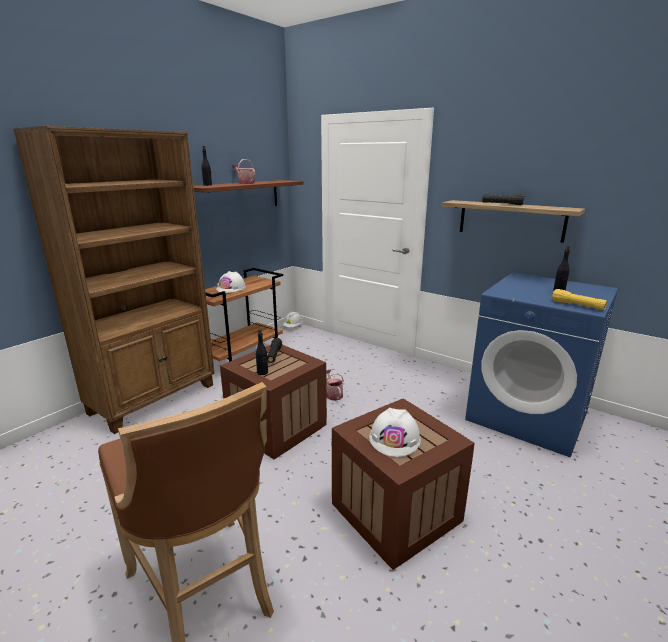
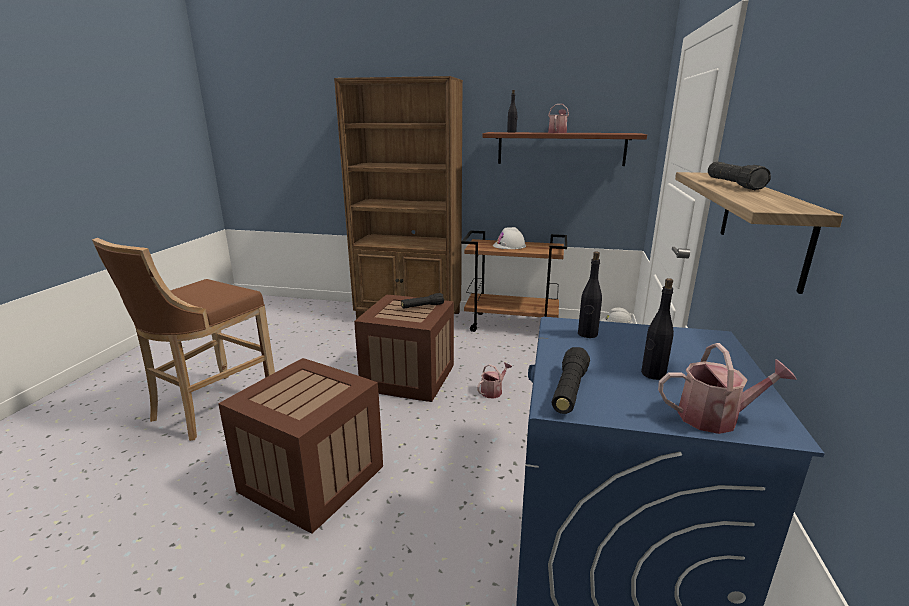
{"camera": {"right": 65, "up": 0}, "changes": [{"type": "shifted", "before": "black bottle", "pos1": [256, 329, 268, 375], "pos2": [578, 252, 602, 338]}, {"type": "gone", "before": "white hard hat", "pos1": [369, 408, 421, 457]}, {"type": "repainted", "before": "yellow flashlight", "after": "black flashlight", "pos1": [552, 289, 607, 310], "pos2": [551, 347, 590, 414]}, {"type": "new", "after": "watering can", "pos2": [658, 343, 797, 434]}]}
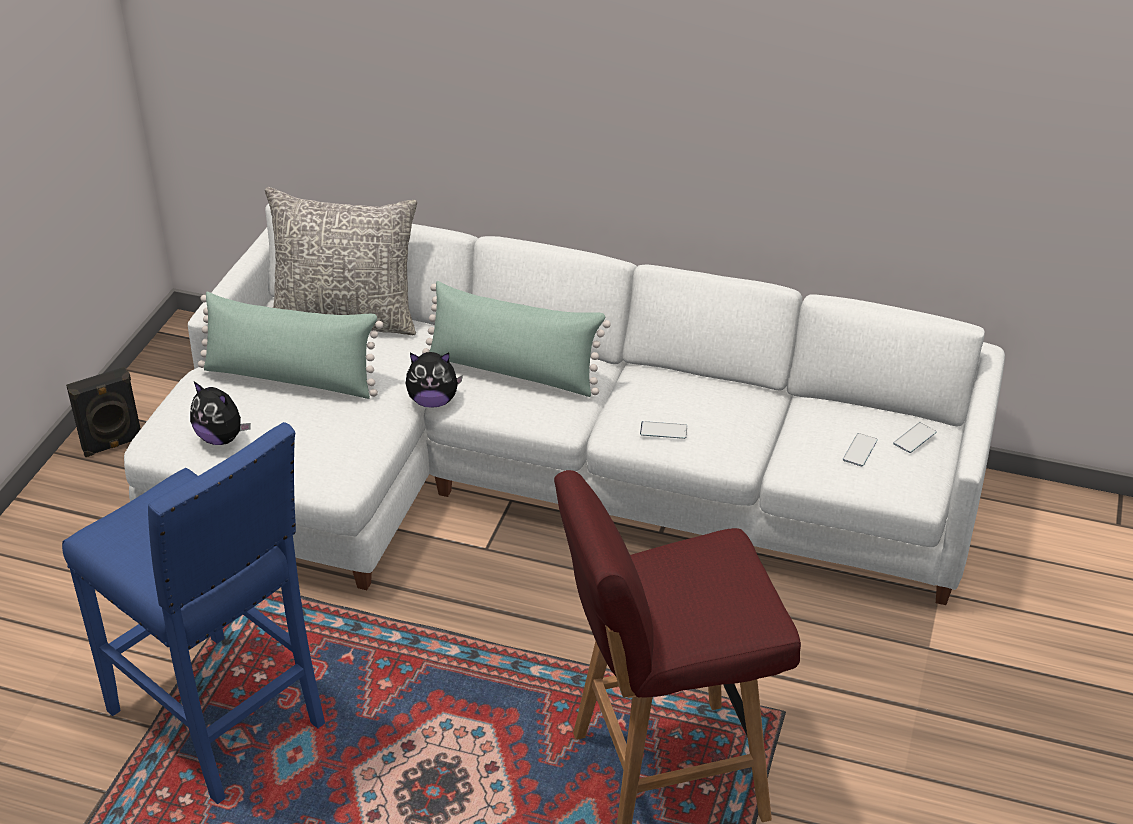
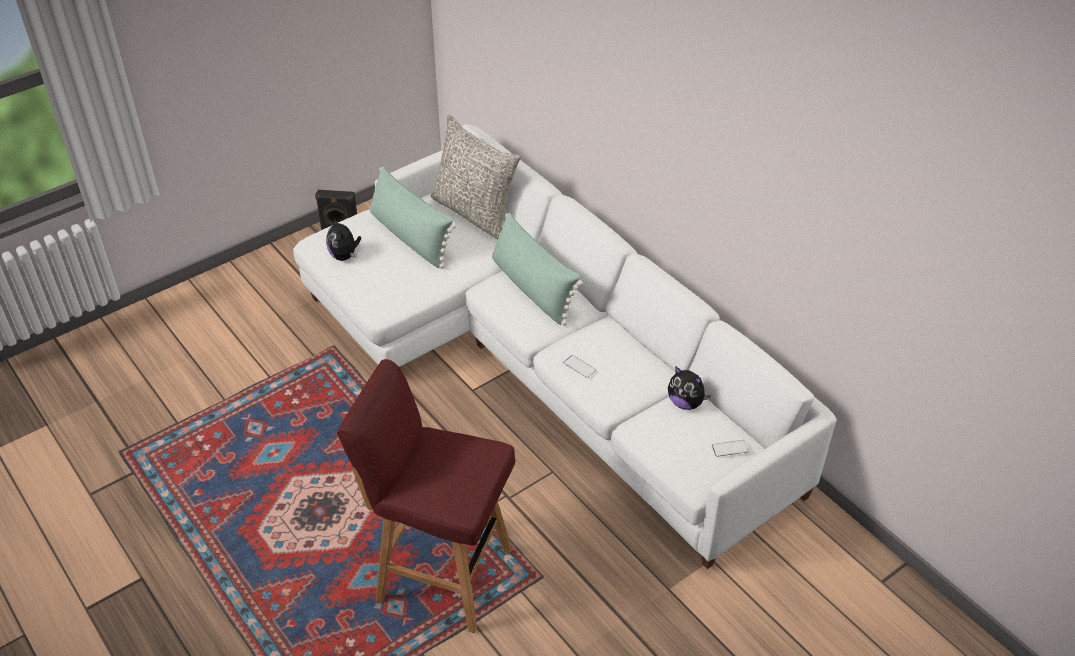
{"camera": {"right": 35, "up": 5}, "changes": [{"type": "gone", "before": "blue stool", "pos1": [62, 422, 325, 804]}, {"type": "shifted", "before": "plush toy", "pos1": [406, 352, 463, 408], "pos2": [668, 366, 711, 410]}, {"type": "gone", "before": "phone", "pos1": [843, 433, 878, 466]}]}
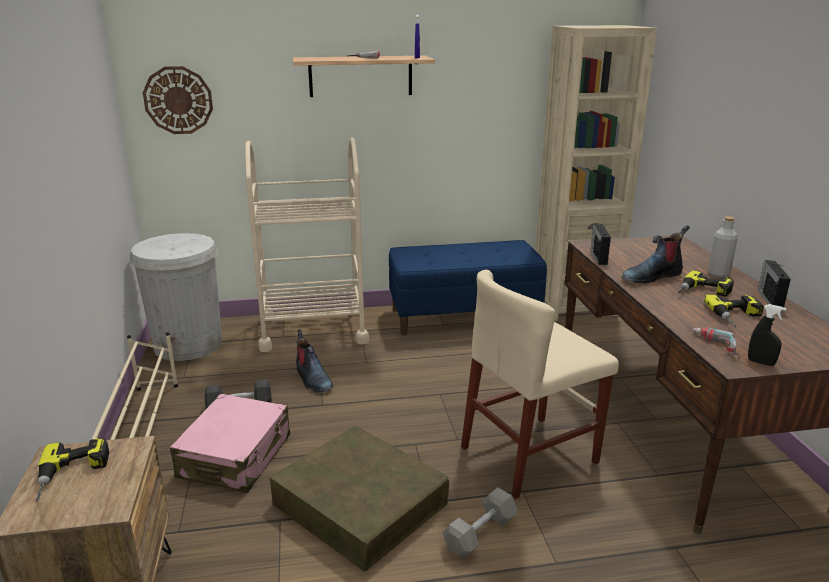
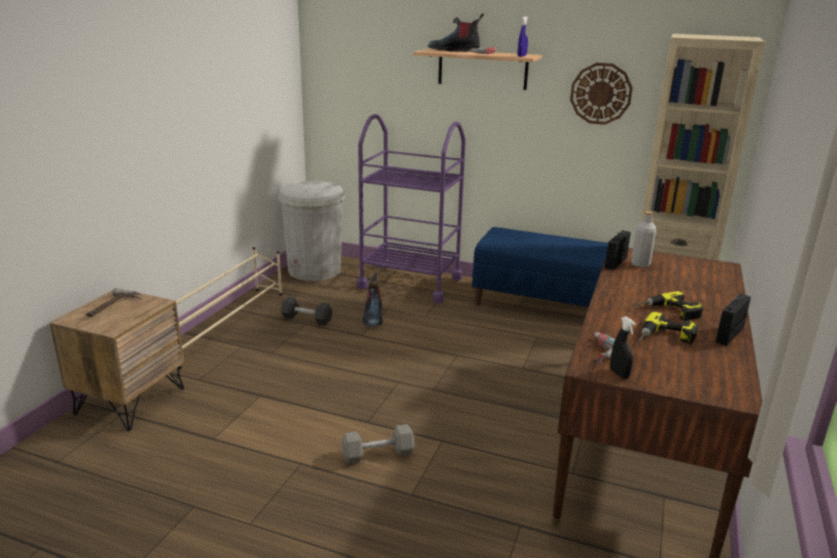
{"camera": {"right": 30, "up": 0}, "changes": [{"type": "swapped", "before": "power drill", "after": "hammer", "pos1": [36, 438, 109, 502], "pos2": [86, 288, 142, 317]}, {"type": "shifted", "before": "wall clock", "pos1": [143, 66, 213, 134], "pos2": [570, 63, 633, 125]}, {"type": "gone", "before": "pink suitcase", "pos1": [170, 394, 290, 493]}, {"type": "repainted", "before": "beige cart", "after": "purple cart", "pos1": [245, 138, 369, 352], "pos2": [357, 114, 466, 303]}, {"type": "gone", "before": "brown storage box", "pos1": [270, 425, 449, 572]}, {"type": "gone", "before": "beige chair", "pos1": [461, 269, 619, 499]}, {"type": "shifted", "before": "boot", "pos1": [622, 225, 690, 284], "pos2": [428, 14, 484, 52]}, {"type": "shifted", "before": "grey bottle", "pos1": [708, 216, 738, 277], "pos2": [631, 211, 657, 268]}]}
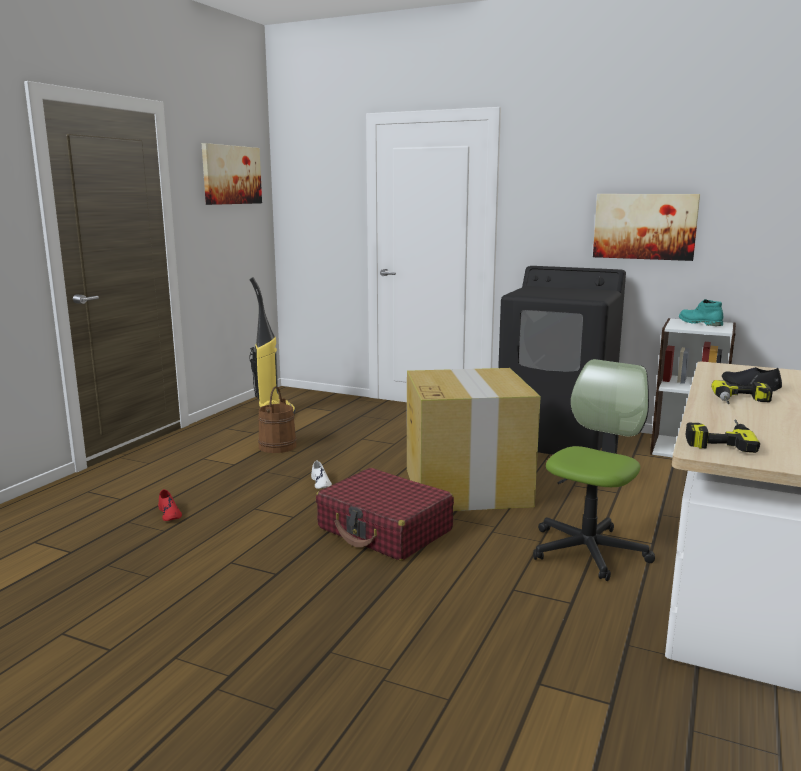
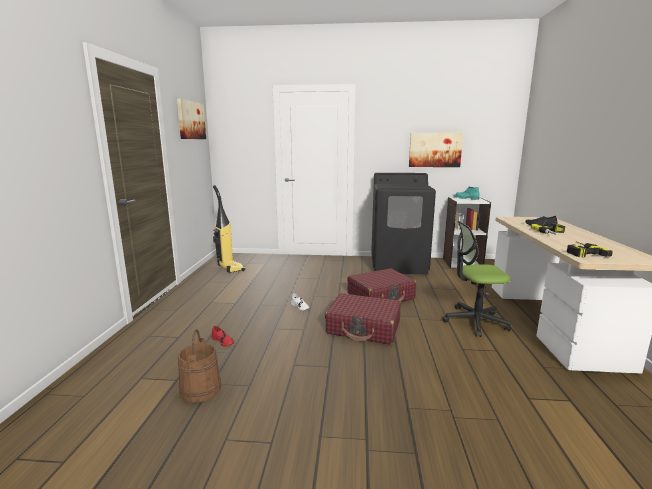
{"camera": {"right": -20, "up": 0}, "changes": [{"type": "shifted", "before": "brown bucket", "pos1": [258, 387, 297, 453], "pos2": [178, 329, 221, 402]}, {"type": "swapped", "before": "cardboard box", "after": "red suitcase", "pos1": [407, 368, 541, 511], "pos2": [347, 269, 416, 302]}, {"type": "rotated", "before": "office chair", "pos1": [533, 359, 655, 581], "pos2": [442, 220, 511, 337], "turn": -105}]}
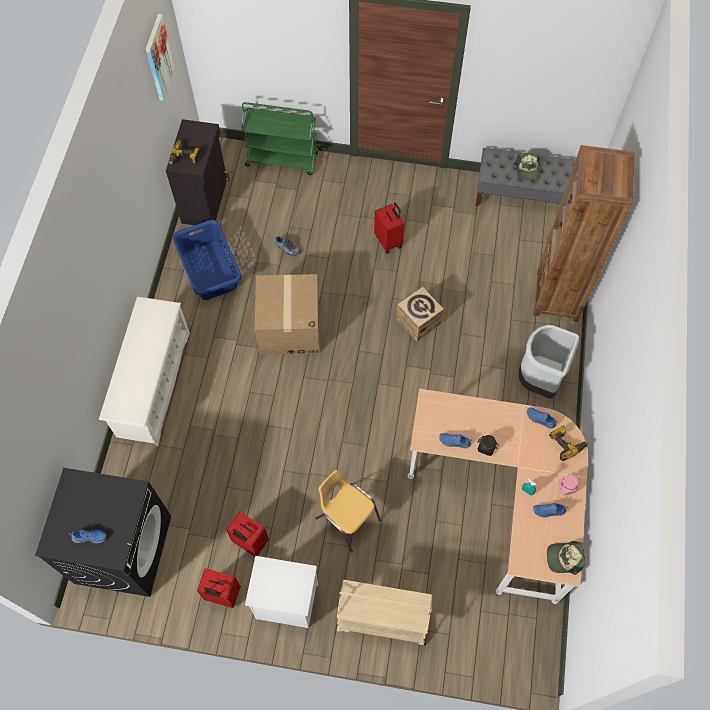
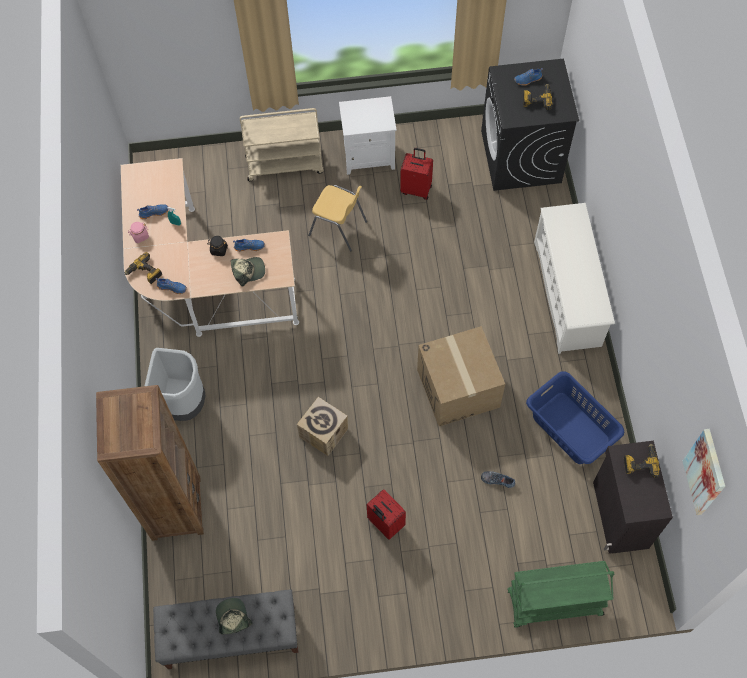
{"camera": {"right": 165, "up": 0}, "changes": [{"type": "gone", "before": "red suitcase", "pos1": [197, 568, 241, 608]}, {"type": "shifted", "before": "cap", "pos1": [547, 541, 585, 575], "pos2": [231, 257, 265, 287]}, {"type": "new", "after": "power drill", "pos2": [523, 84, 553, 111]}]}
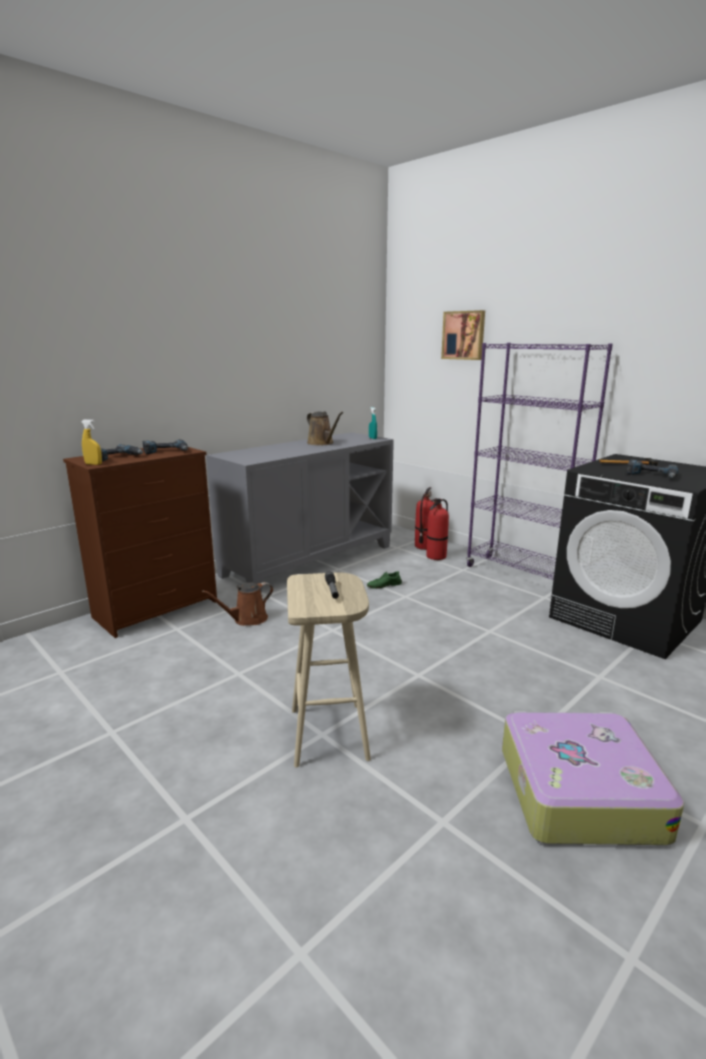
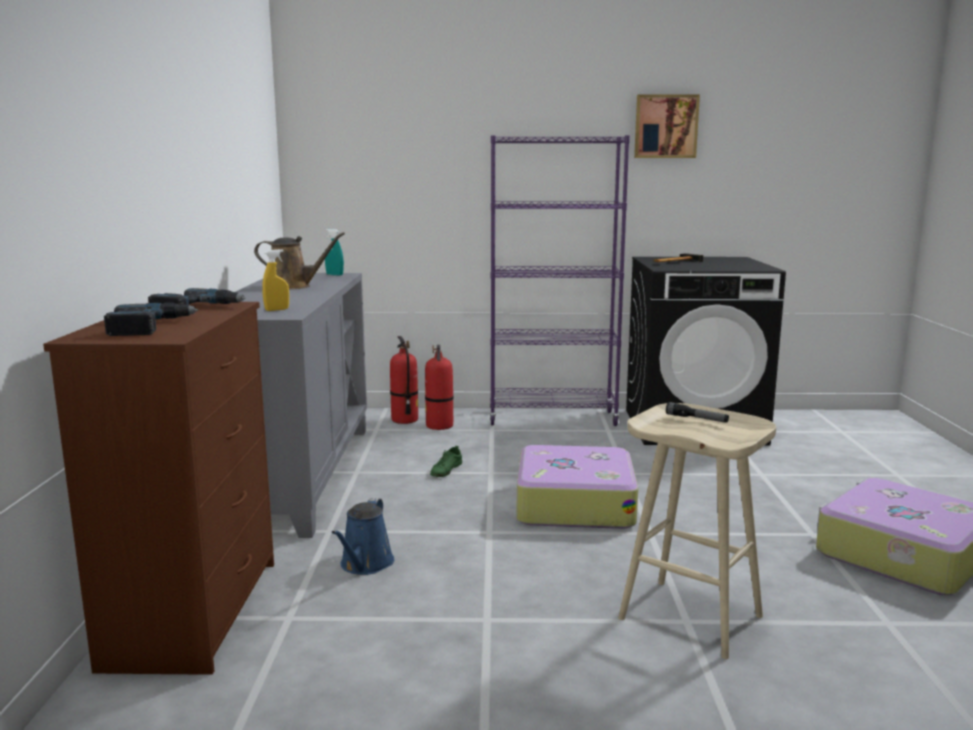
{"camera": {"right": -45, "up": -5}, "changes": [{"type": "shifted", "before": "yellow spray bottle", "pos1": [81, 419, 102, 465], "pos2": [262, 249, 289, 311]}, {"type": "repainted", "before": "brown watering can", "after": "blue watering can", "pos1": [202, 582, 273, 626], "pos2": [332, 498, 394, 575]}, {"type": "shifted", "before": "picture", "pos1": [441, 310, 485, 360], "pos2": [634, 94, 700, 158]}, {"type": "gone", "before": "power drill", "pos1": [627, 459, 678, 478]}, {"type": "new", "after": "suitcase", "pos2": [516, 445, 638, 529]}]}
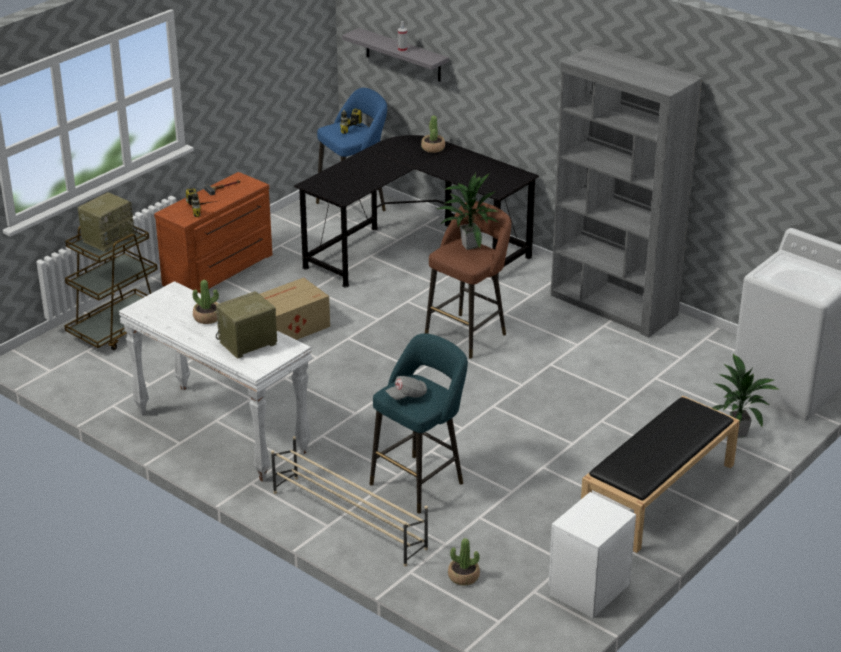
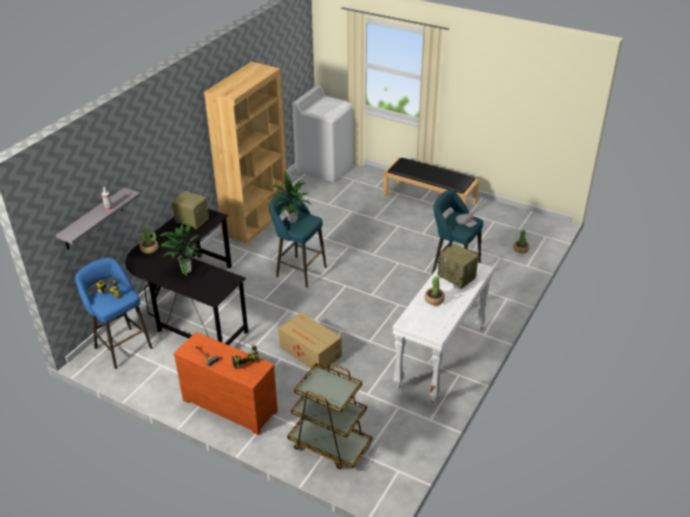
{"camera": {"right": -100, "up": 5}, "changes": [{"type": "shifted", "before": "radio", "pos1": [78, 192, 137, 252], "pos2": [172, 191, 209, 229]}, {"type": "gone", "before": "beige shoe rack", "pos1": [271, 436, 428, 567]}, {"type": "repainted", "before": "brown stool", "after": "turquoise stool", "pos1": [425, 201, 512, 359], "pos2": [269, 190, 327, 288]}, {"type": "gone", "before": "white nightstand", "pos1": [548, 492, 636, 618]}, {"type": "repainted", "before": "grey bookcase", "after": "brown bookcase", "pos1": [551, 45, 702, 337], "pos2": [204, 62, 287, 244]}, {"type": "shifted", "before": "potted plant", "pos1": [712, 354, 780, 438], "pos2": [159, 223, 203, 276]}]}
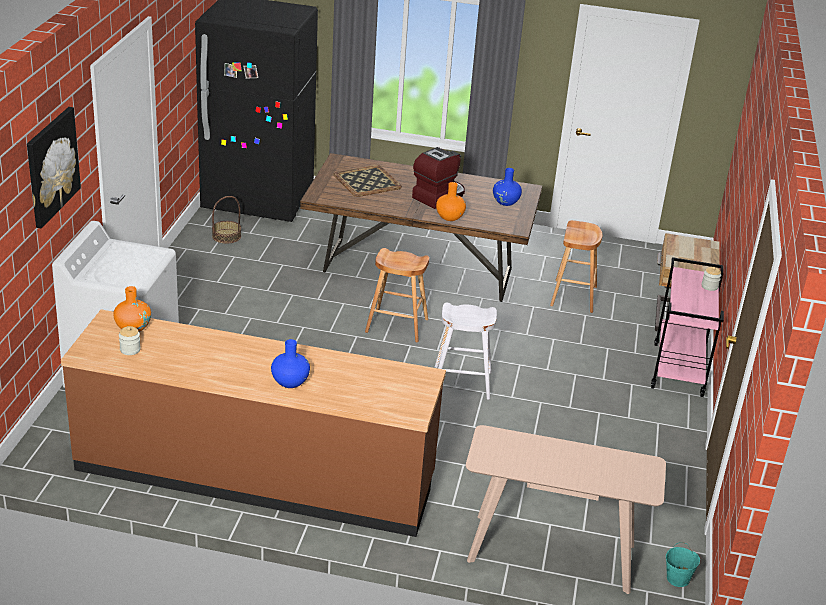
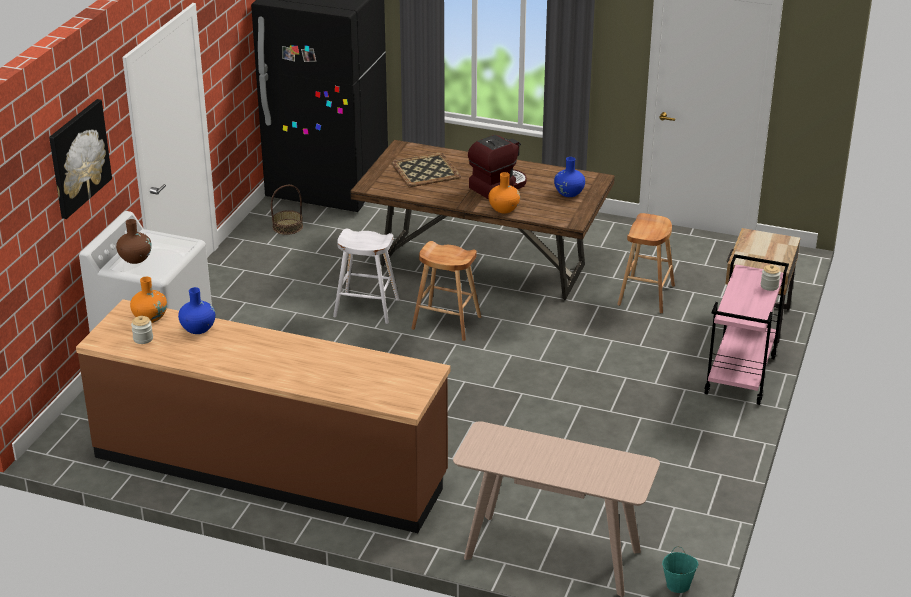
{"camera": {"right": 10, "up": 0}, "changes": [{"type": "shifted", "before": "blue vase", "pos1": [271, 339, 310, 388], "pos2": [178, 287, 216, 334]}, {"type": "shifted", "before": "white stool", "pos1": [435, 303, 497, 400], "pos2": [333, 229, 400, 324]}, {"type": "new", "after": "brown vase", "pos2": [116, 219, 152, 264]}]}
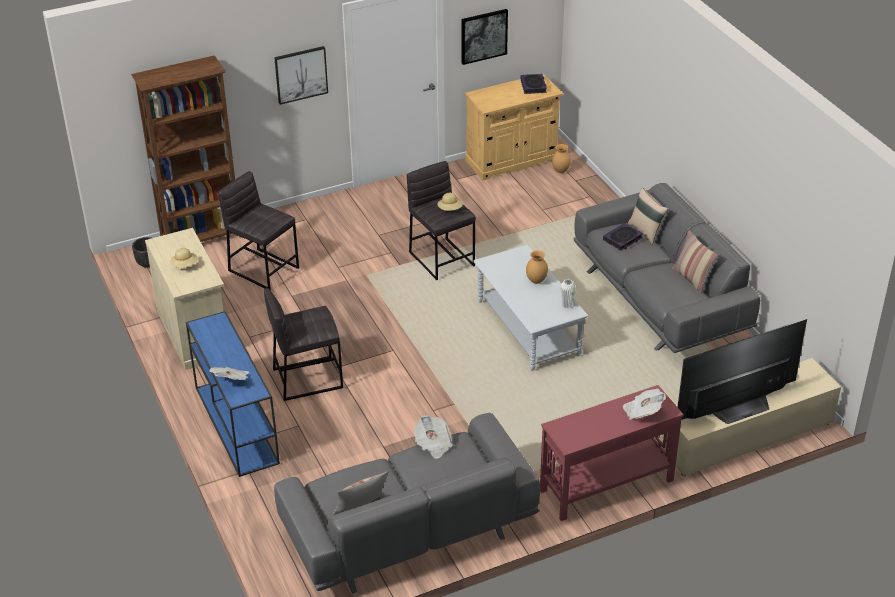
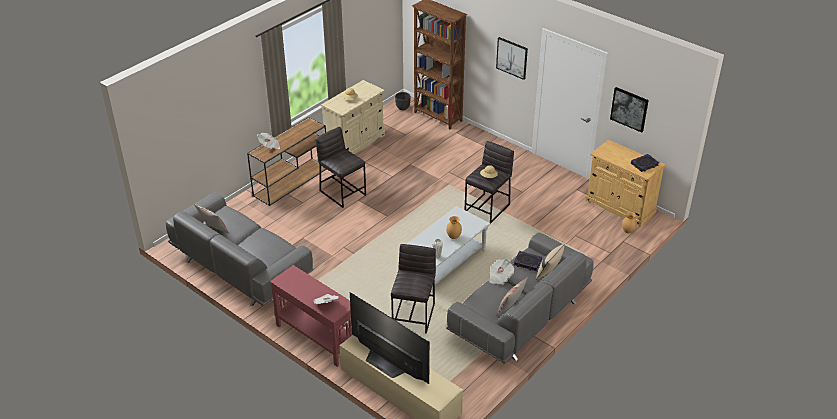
{"camera": {"right": 65, "up": 0}, "changes": [{"type": "repainted", "before": "blue console table", "after": "brown console table", "pos1": [186, 311, 280, 477], "pos2": [247, 117, 327, 206]}, {"type": "shifted", "before": "grey stool", "pos1": [218, 171, 299, 290], "pos2": [391, 244, 436, 334]}, {"type": "shifted", "before": "newspaper", "pos1": [414, 415, 453, 459], "pos2": [489, 259, 514, 285]}]}
